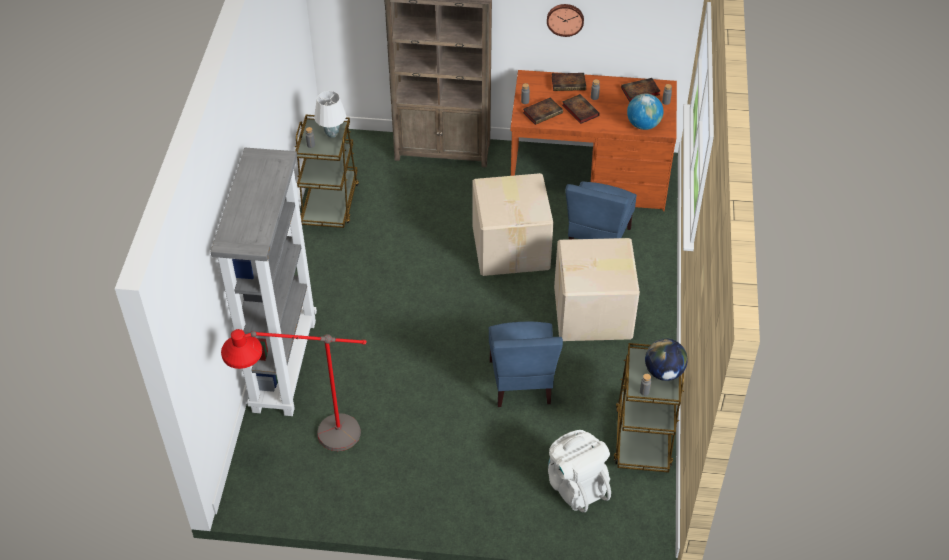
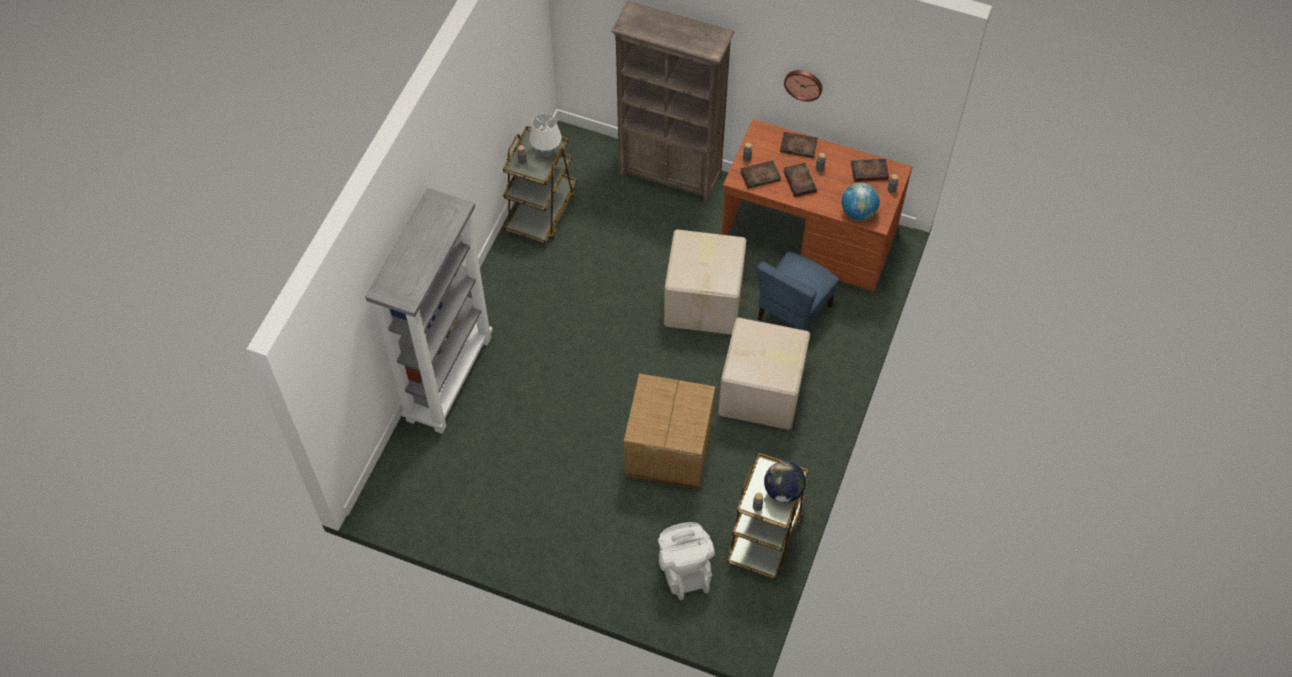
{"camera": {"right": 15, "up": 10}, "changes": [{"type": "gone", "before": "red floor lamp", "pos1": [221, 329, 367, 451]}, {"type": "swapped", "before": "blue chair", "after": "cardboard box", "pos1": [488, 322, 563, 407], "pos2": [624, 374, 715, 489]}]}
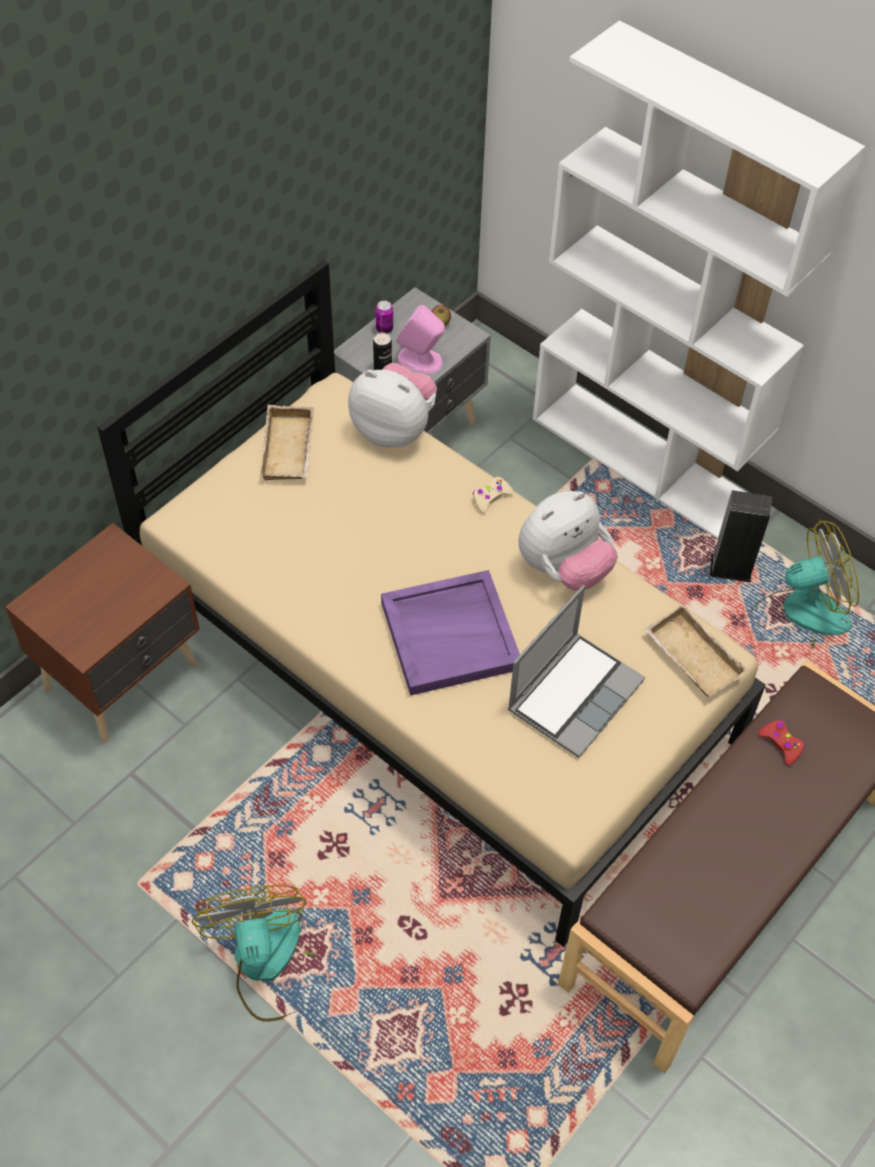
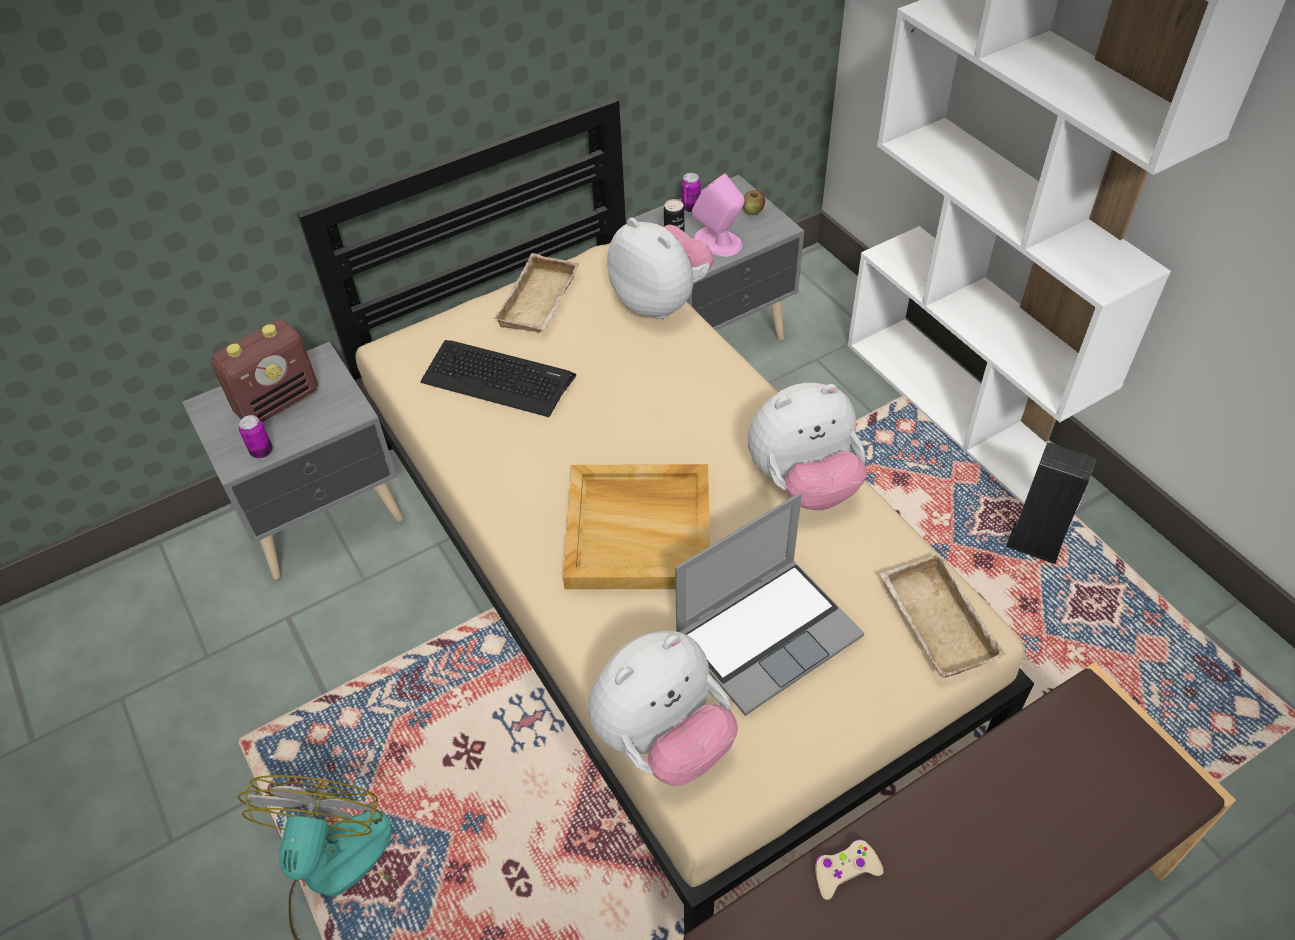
{"camera": {"right": 20, "up": -5}, "changes": [{"type": "repainted", "before": "brown nightstand", "after": "grey nightstand", "pos1": [5, 523, 200, 743], "pos2": [182, 342, 403, 580]}, {"type": "repainted", "before": "purple tray", "after": "beige tray", "pos1": [381, 570, 520, 696], "pos2": [563, 464, 710, 589]}, {"type": "shifted", "before": "beige game controller", "pos1": [473, 477, 514, 513], "pos2": [815, 839, 884, 900]}, {"type": "gone", "before": "fan", "pos1": [751, 520, 859, 648]}, {"type": "gone", "before": "red game controller", "pos1": [758, 720, 805, 766]}, {"type": "new", "after": "radio", "pos2": [211, 319, 318, 422]}, {"type": "new", "after": "can", "pos2": [239, 415, 273, 458]}, {"type": "new", "after": "keyboard", "pos2": [420, 340, 576, 417]}, {"type": "new", "after": "plush toy", "pos2": [588, 630, 738, 786]}]}
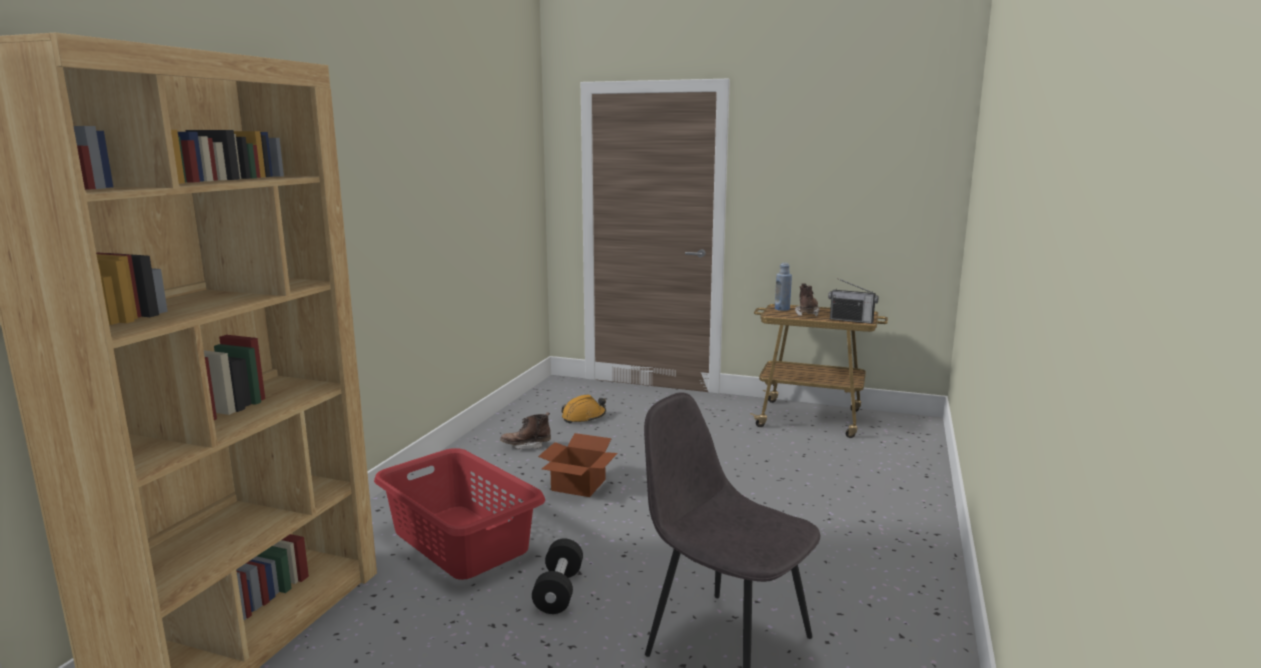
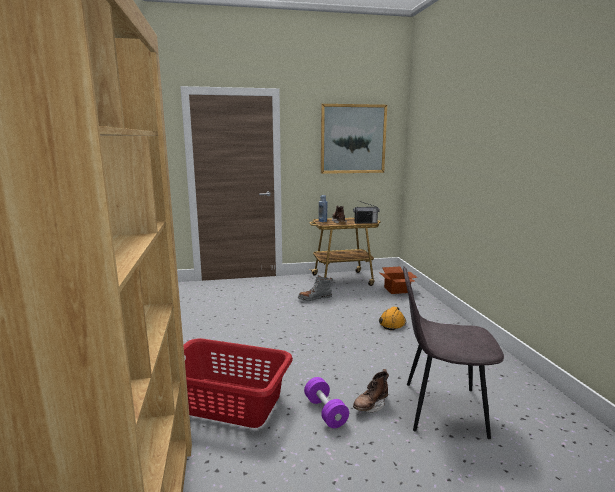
{"camera": {"right": -30, "up": 0}, "changes": [{"type": "shifted", "before": "brown boot", "pos1": [500, 412, 551, 449], "pos2": [353, 369, 389, 412]}, {"type": "repainted", "before": "black dumbbell", "after": "purple dumbbell", "pos1": [532, 538, 583, 614], "pos2": [304, 377, 349, 428]}, {"type": "shifted", "before": "cardboard box", "pos1": [538, 433, 618, 497], "pos2": [380, 267, 418, 294]}, {"type": "shifted", "before": "orange hard hat", "pos1": [561, 394, 606, 423], "pos2": [379, 306, 406, 330]}, {"type": "new", "after": "grey boot", "pos2": [298, 275, 333, 301]}, {"type": "new", "after": "picture", "pos2": [321, 104, 387, 174]}]}
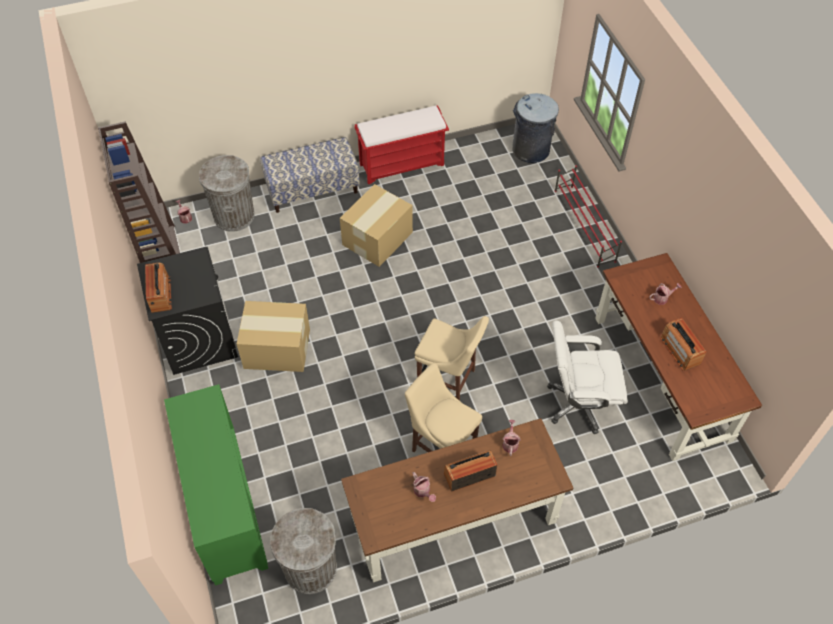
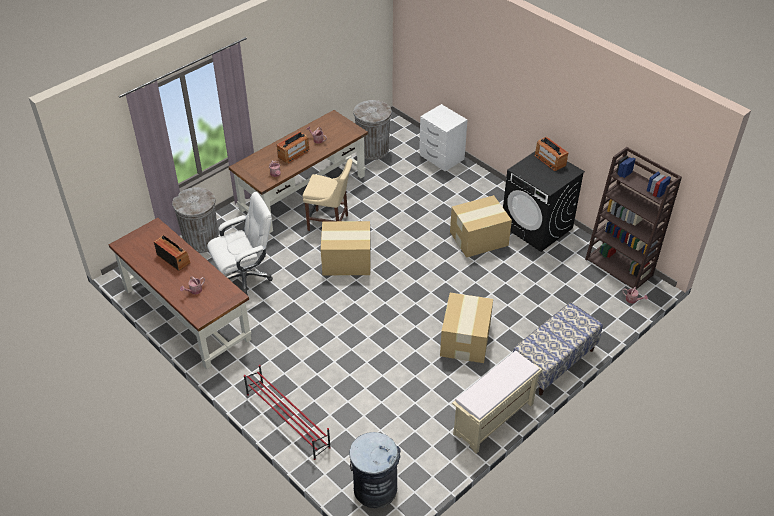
{"camera": {"right": 155, "up": -10}, "changes": [{"type": "swapped", "before": "green cabinet", "after": "white nightstand", "pos1": [164, 384, 268, 586], "pos2": [419, 104, 467, 171]}, {"type": "shifted", "before": "grey trash can", "pos1": [199, 155, 255, 232], "pos2": [172, 187, 219, 253]}, {"type": "repainted", "before": "red bench", "after": "beige bench", "pos1": [355, 105, 449, 184], "pos2": [452, 351, 542, 454]}, {"type": "swapped", "before": "beige chair", "after": "cardboard box", "pos1": [415, 316, 489, 401], "pos2": [321, 221, 371, 276]}]}
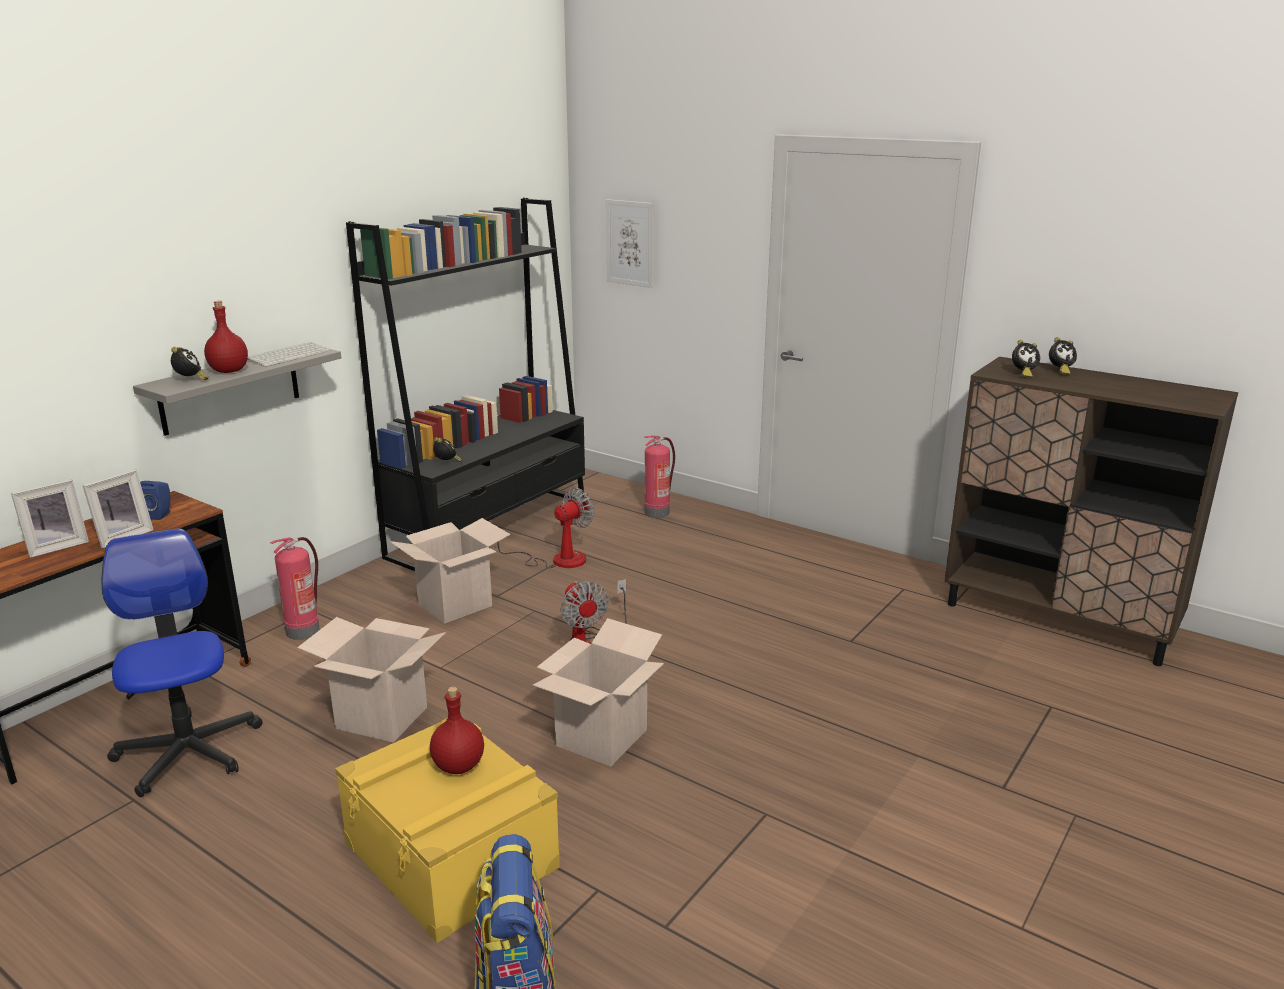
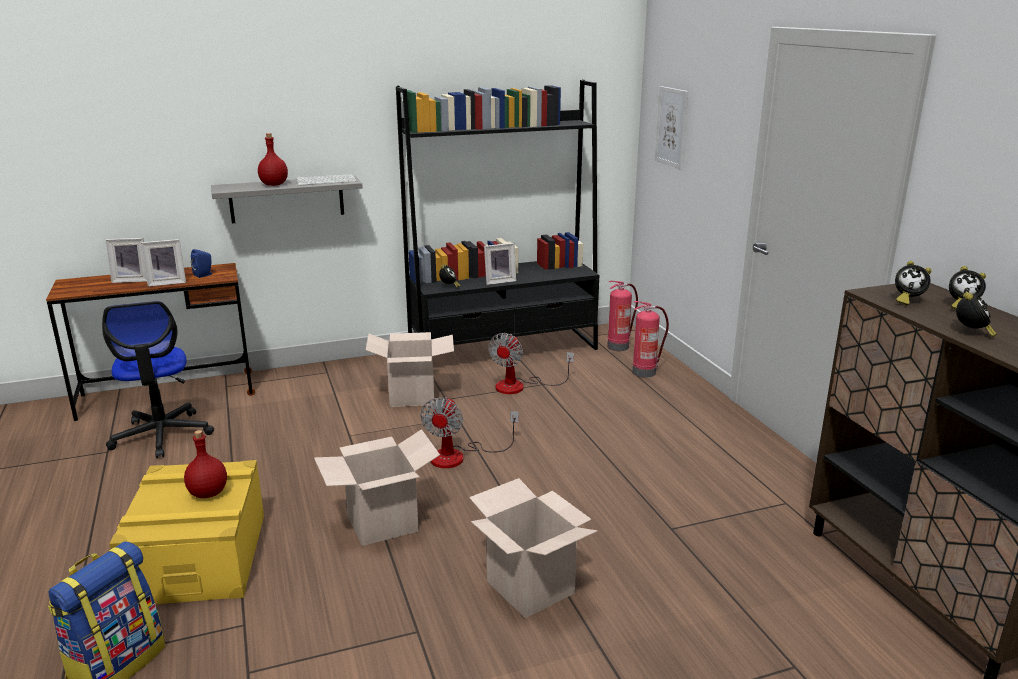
{"camera": {"right": 35, "up": 0}, "changes": [{"type": "rotated", "before": "office chair", "pos1": [102, 528, 263, 797], "pos2": [102, 301, 214, 458], "turn": 150}, {"type": "shifted", "before": "alarm clock", "pos1": [171, 347, 209, 380], "pos2": [956, 292, 997, 337]}, {"type": "shifted", "before": "fire extinguisher", "pos1": [270, 537, 320, 640], "pos2": [607, 281, 638, 351]}, {"type": "shifted", "before": "cardboard box", "pos1": [297, 617, 446, 743], "pos2": [469, 478, 597, 618]}, {"type": "rotated", "before": "fan", "pos1": [497, 488, 594, 568], "pos2": [488, 333, 574, 394], "turn": 120}, {"type": "new", "after": "picture frame", "pos2": [484, 243, 516, 285]}]}
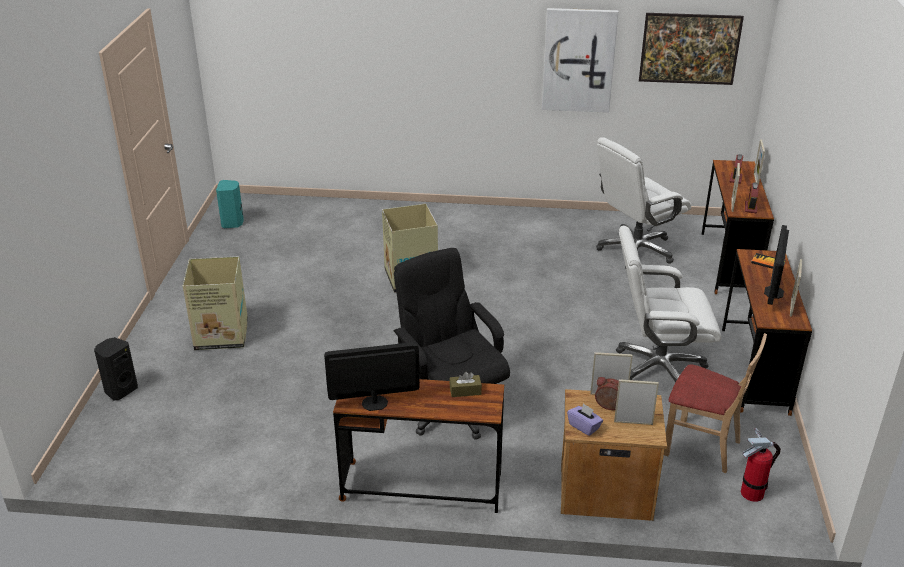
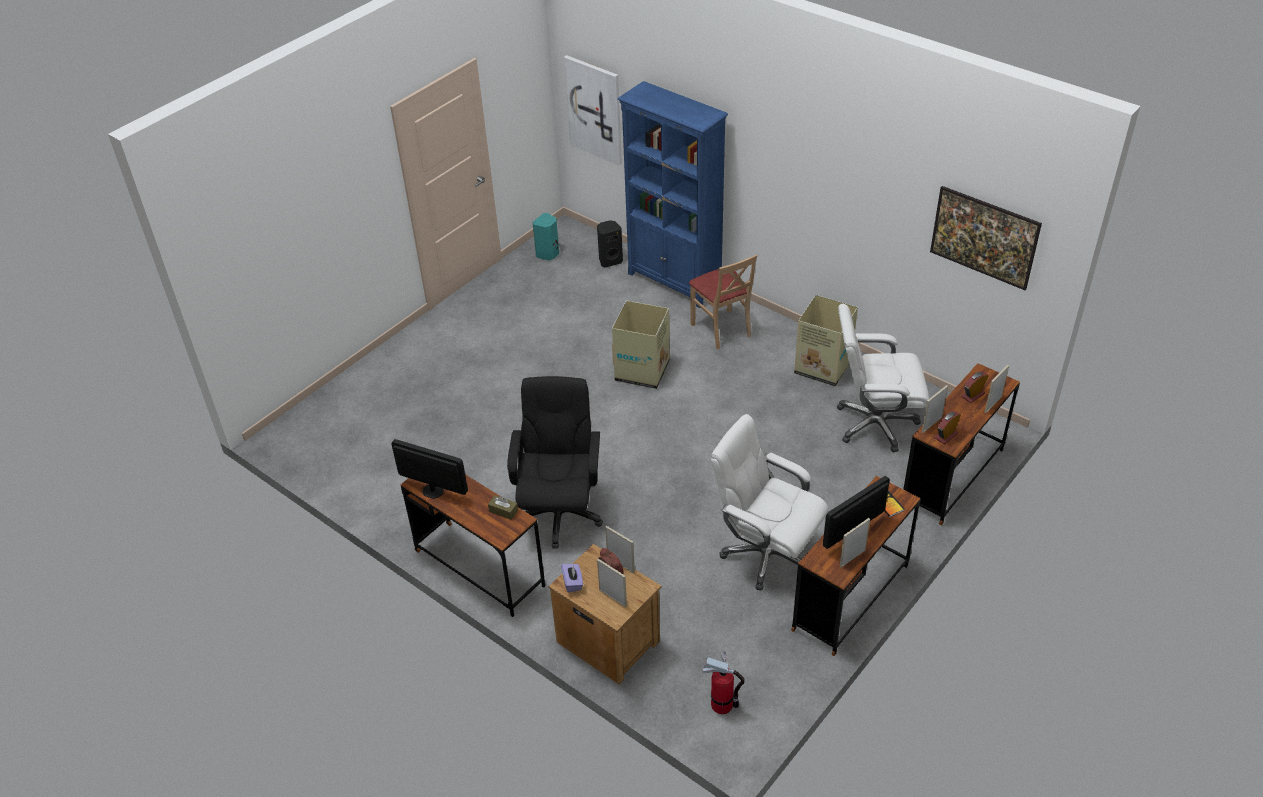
{"camera": {"right": 35, "up": 10}, "changes": [{"type": "shifted", "before": "black speaker", "pos1": [94, 337, 138, 400], "pos2": [597, 220, 623, 268]}, {"type": "shifted", "before": "cardboard box", "pos1": [183, 256, 248, 350], "pos2": [794, 295, 858, 386]}, {"type": "shifted", "before": "picture", "pos1": [542, 8, 618, 113], "pos2": [564, 55, 622, 165]}, {"type": "shifted", "before": "beige chair", "pos1": [664, 333, 767, 473], "pos2": [689, 254, 757, 349]}, {"type": "new", "after": "blue bookcase", "pos2": [617, 81, 728, 308]}]}
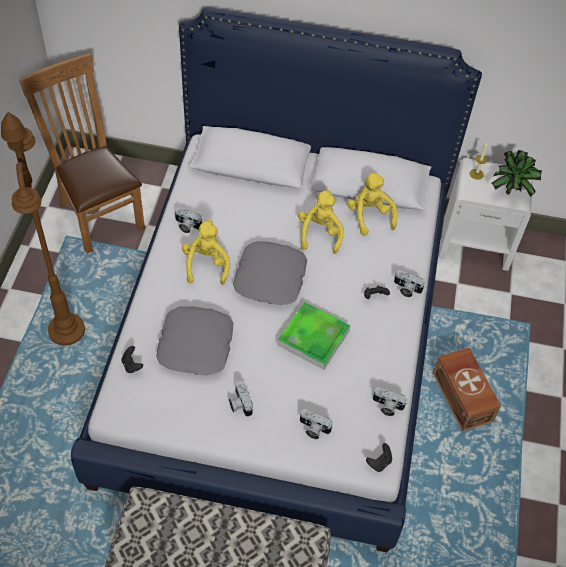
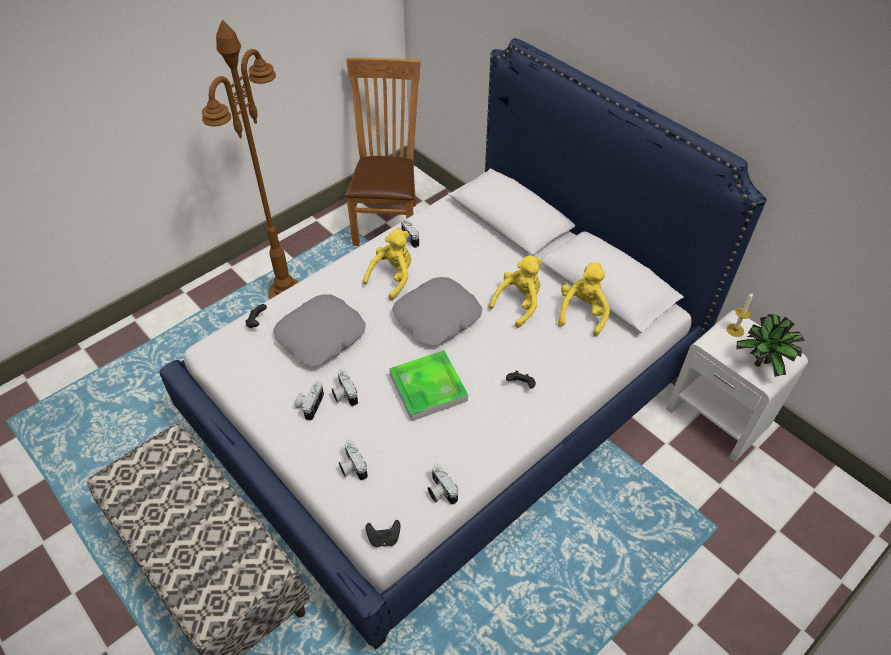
{"camera": {"right": 40, "up": -5}, "changes": [{"type": "shifted", "before": "photo camera", "pos1": [394, 270, 425, 297], "pos2": [332, 369, 358, 406]}, {"type": "gone", "before": "brown storage box", "pos1": [433, 347, 501, 431]}]}
